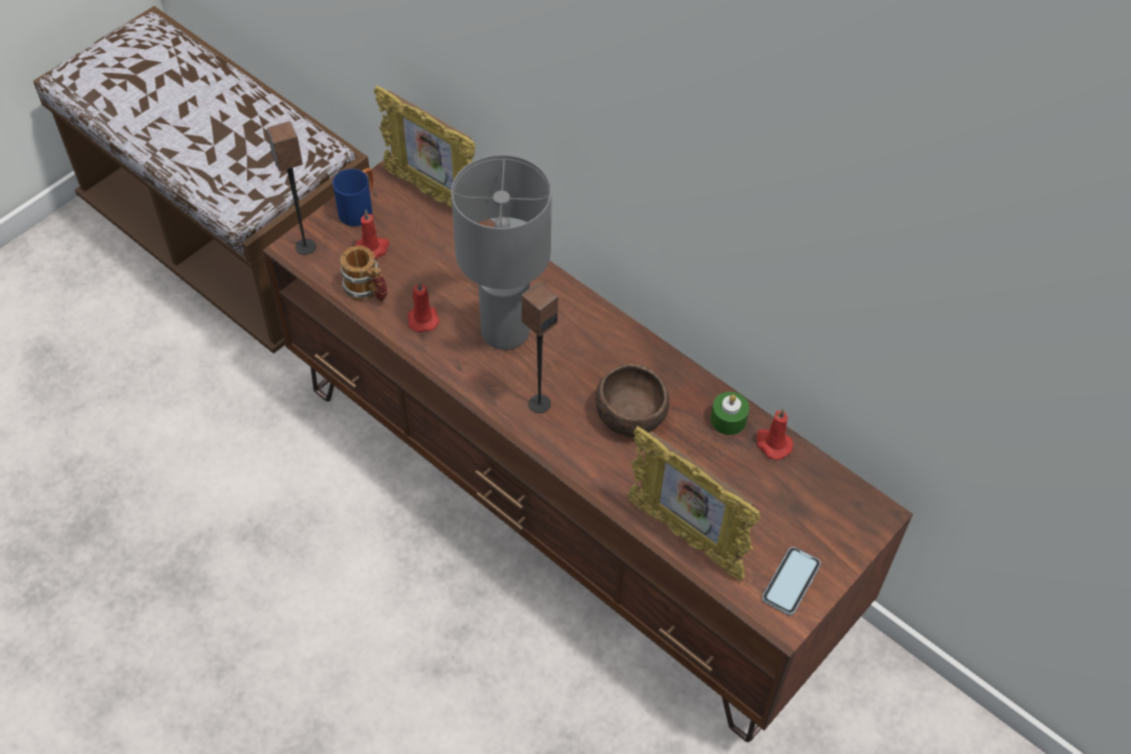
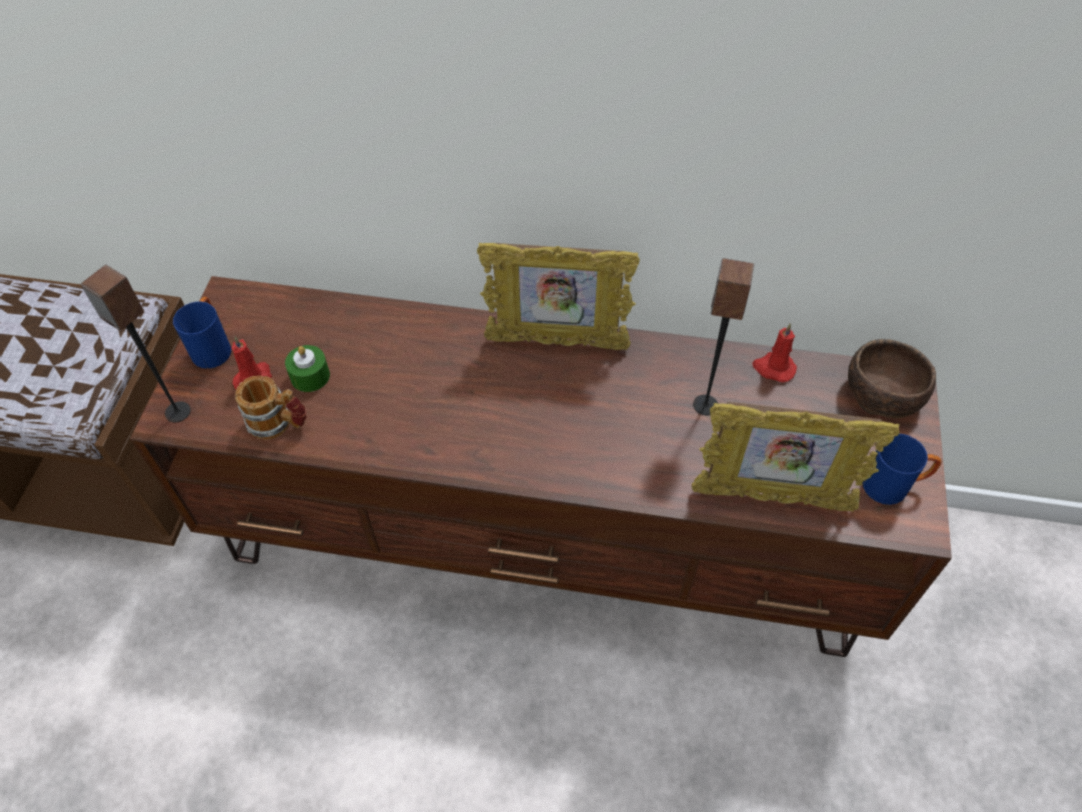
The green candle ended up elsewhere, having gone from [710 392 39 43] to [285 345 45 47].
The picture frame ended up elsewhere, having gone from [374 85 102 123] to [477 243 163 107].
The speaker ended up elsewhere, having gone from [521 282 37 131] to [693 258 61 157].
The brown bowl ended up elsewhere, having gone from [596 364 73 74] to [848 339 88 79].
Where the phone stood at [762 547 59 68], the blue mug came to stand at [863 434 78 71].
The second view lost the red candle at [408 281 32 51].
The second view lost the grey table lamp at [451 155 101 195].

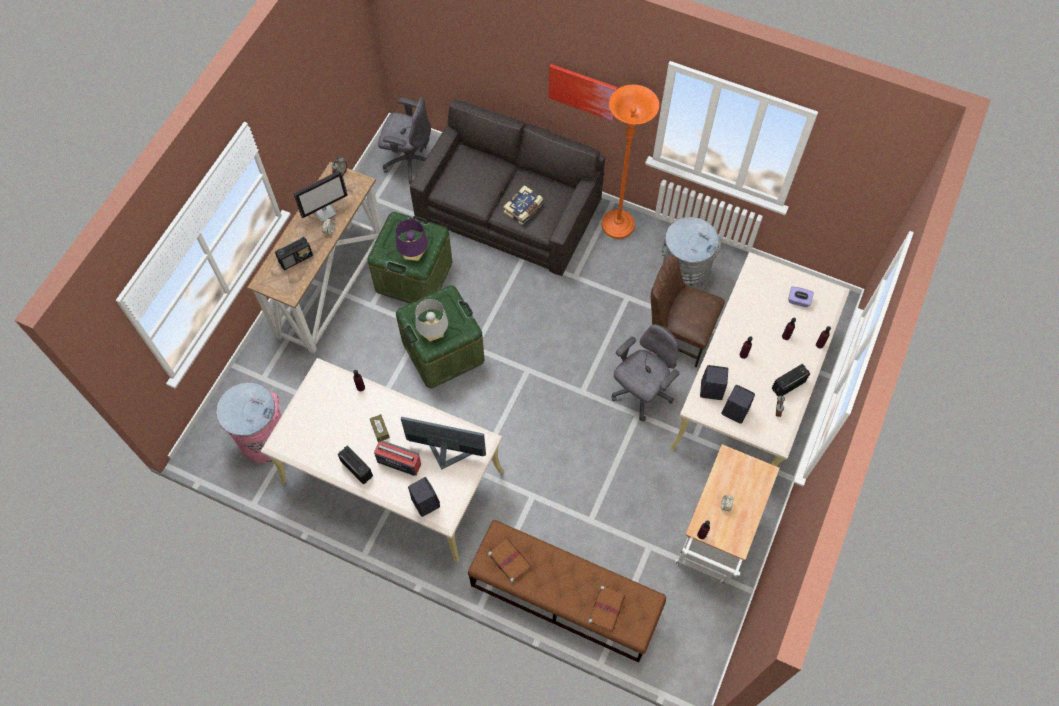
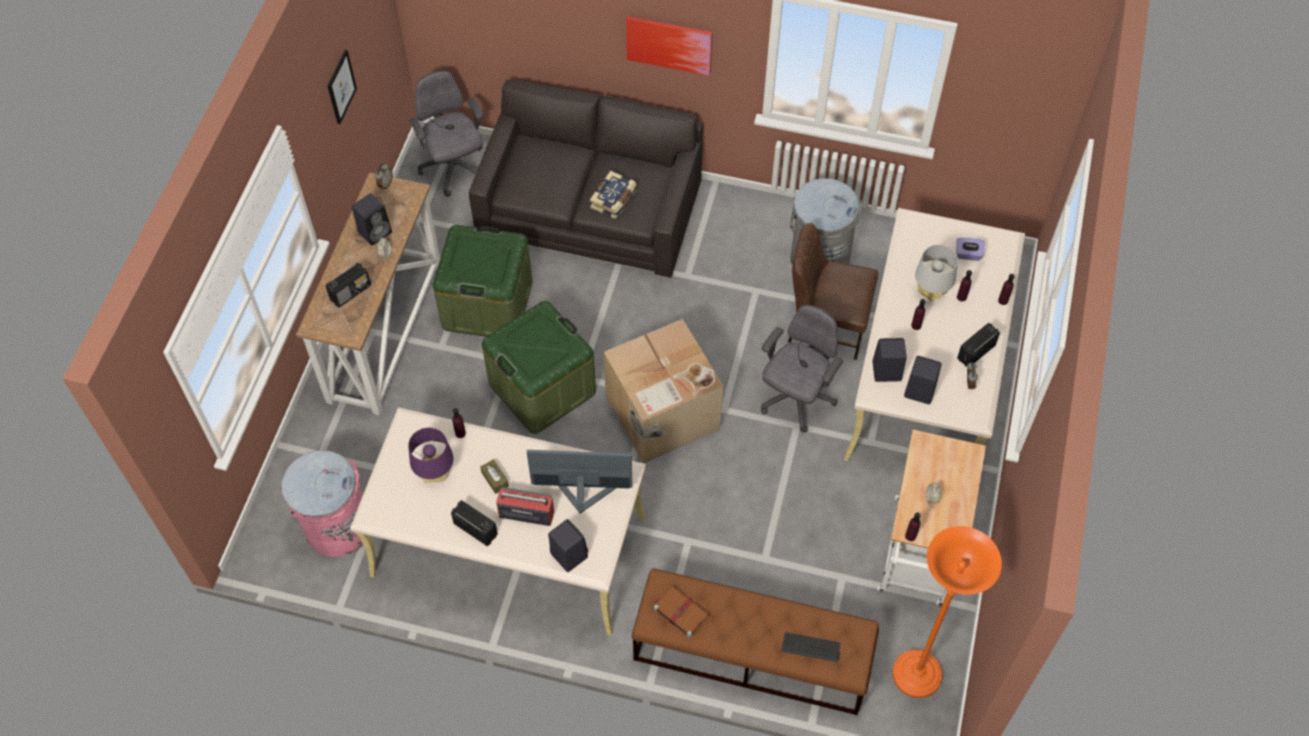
The second view gained the picture at [328 50 29 74].
Where the monitor stood at [294 170 54 52], the black speaker came to stand at [352 193 40 52].
The purple table lamp ended up elsewhere, having gone from [396 219 31 42] to [408 428 46 54].
The grey office chair at [378 97 53 88] ended up facing another way, 120 degrees counterclockwise from before.
The second view gained the cardboard box at [604 319 119 144].
Where the brown book stood at [588 585 38 47], the keyboard came to stand at [781 632 59 30].
The orange floor lamp ended up elsewhere, having gone from [602 85 57 154] to [892 526 110 172].
The grey table lamp ended up elsewhere, having gone from [415 299 33 42] to [915 244 43 57].

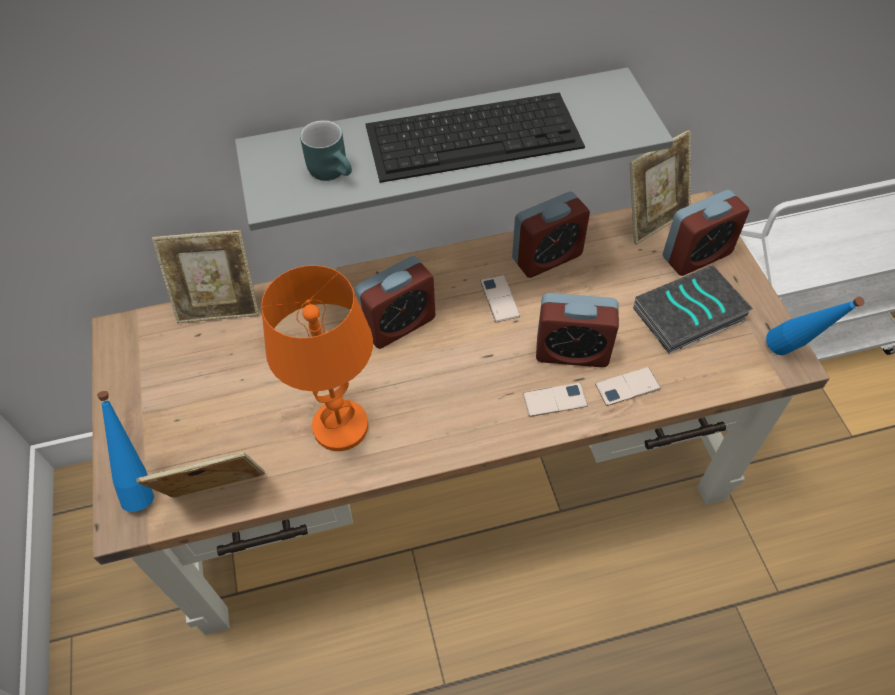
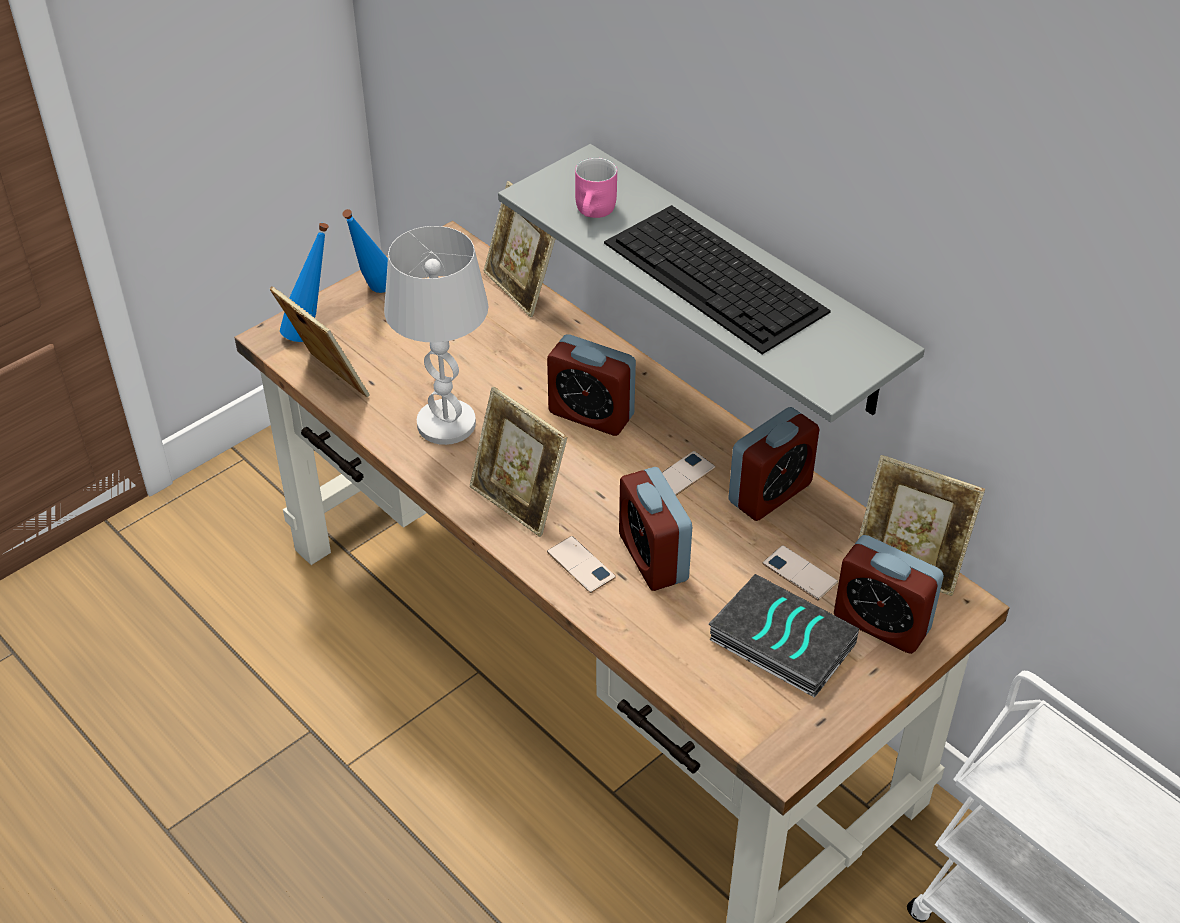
The blue bottle ended up elsewhere, having gone from [766 296 98 59] to [342 209 46 84].
What was the orange table lamp at [261 265 112 186] turned into the white table lamp at [384 226 104 219].
The second view gained the picture frame at [470 387 97 150].
What was the turquoise mug at [300 120 52 61] turned into the pink mug at [575 158 42 60].
The alarm clock at [512 192 78 86] ended up facing another way, 75 degrees counterclockwise from before.
The phone ended up elsewhere, having gone from [595 367 66 39] to [762 545 76 55].

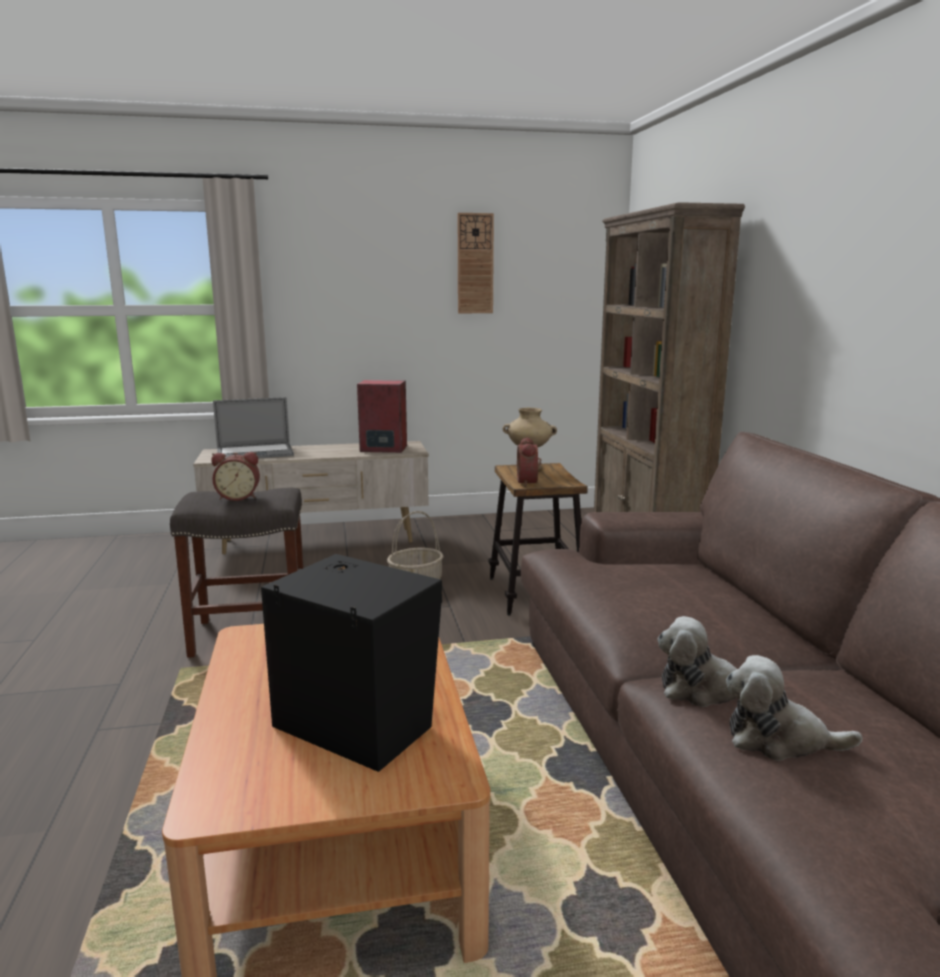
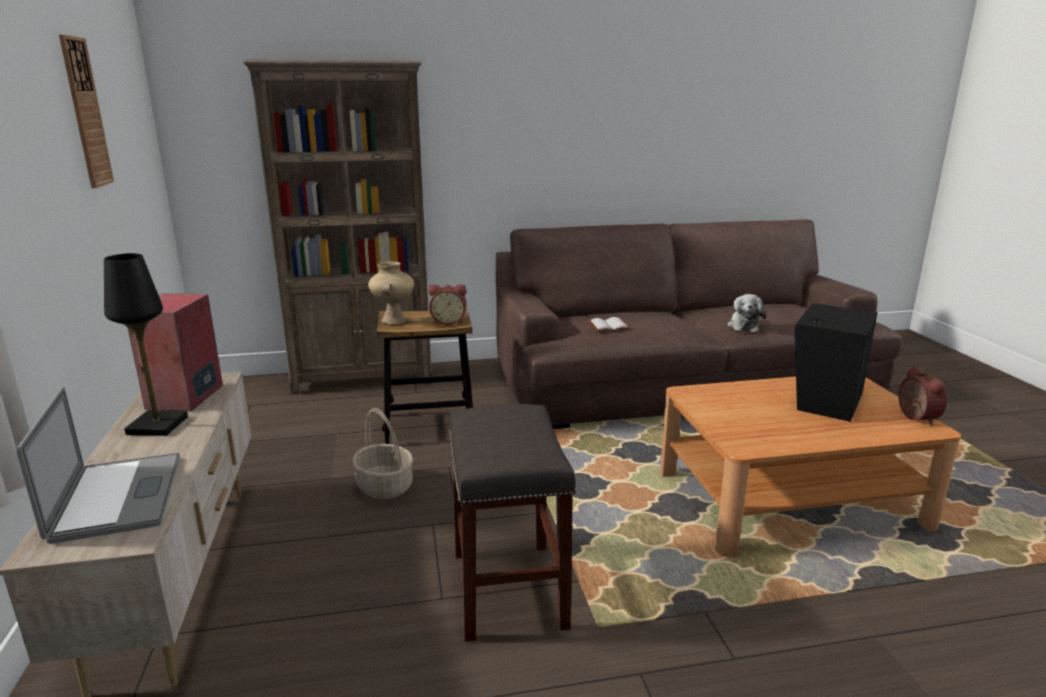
The second view gained the black table lamp at [104 253 84 183].
The second view gained the white book at [589 317 41 15].
The alarm clock ended up elsewhere, having gone from [211 452 49 49] to [898 366 49 59].
The second view lost the plush toy at [726 655 137 106].

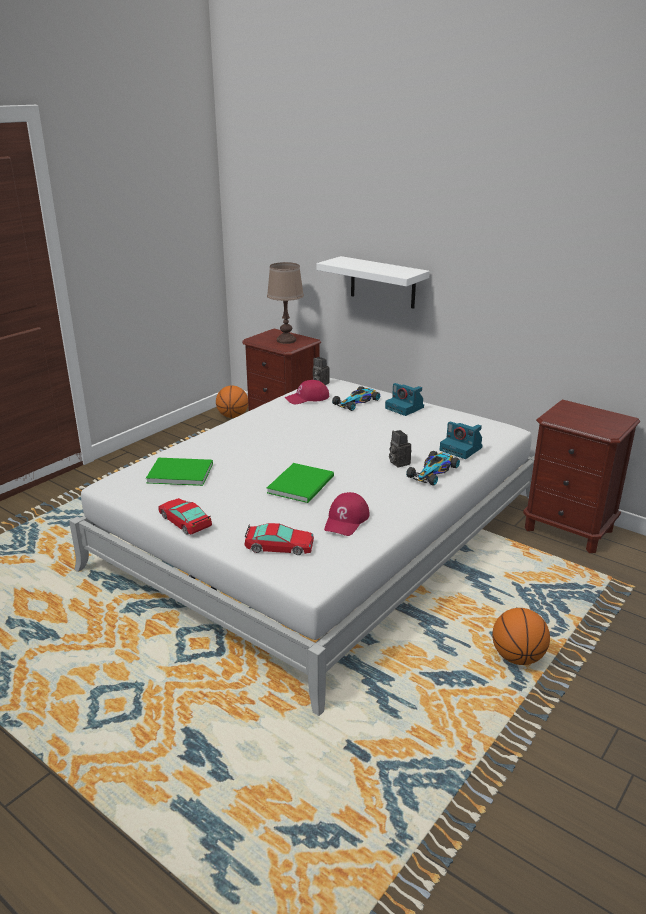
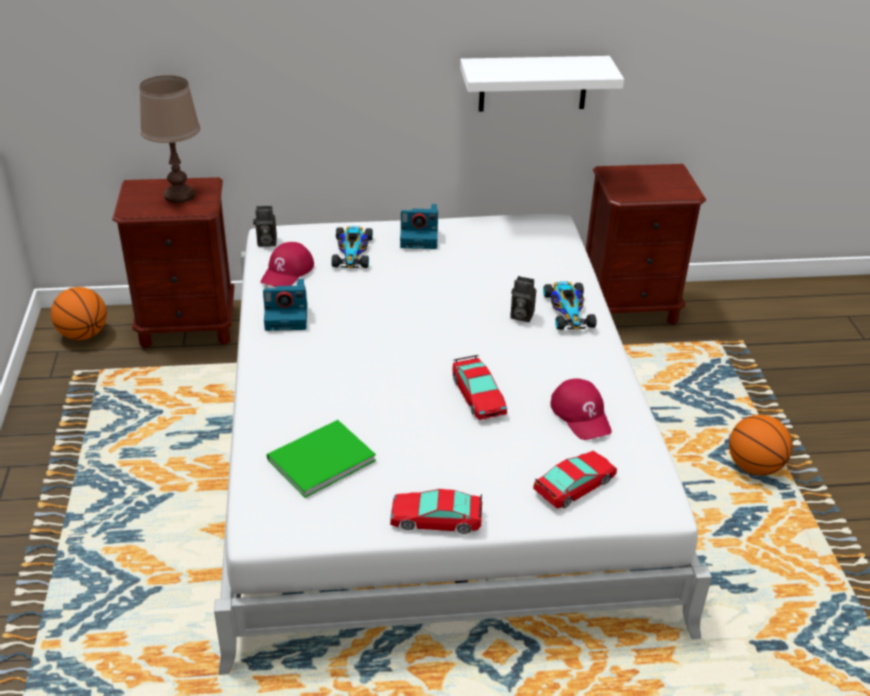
The photo camera ended up elsewhere, having gone from [440 421 43 38] to [263 279 44 52].
Where the green book stood at [267 463 67 40], the toy car came to stand at [453 355 54 65].
The white shelf ended up elsewhere, having gone from [316 256 114 53] to [460 56 164 55].

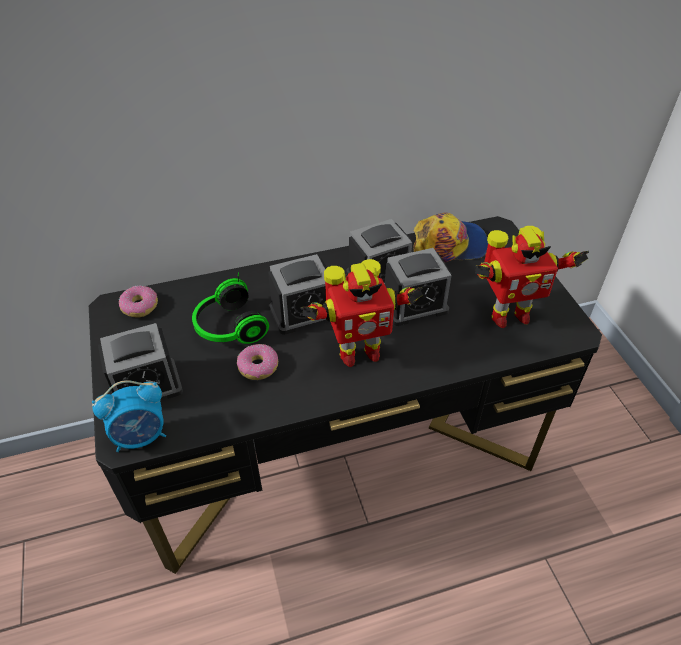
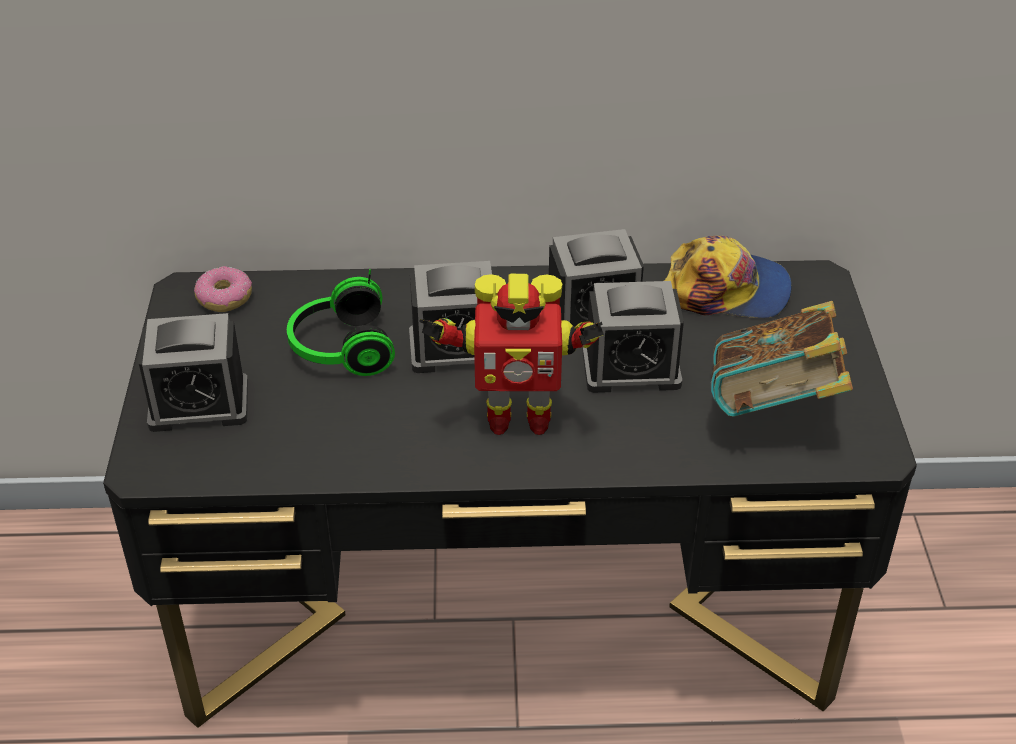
Where the toy robot stood at [475 226 114 102], the book came to stand at [711 301 142 116].
The second view lost the alarm clock at [92 380 74 72].
The second view lost the donut at [237 344 41 36].

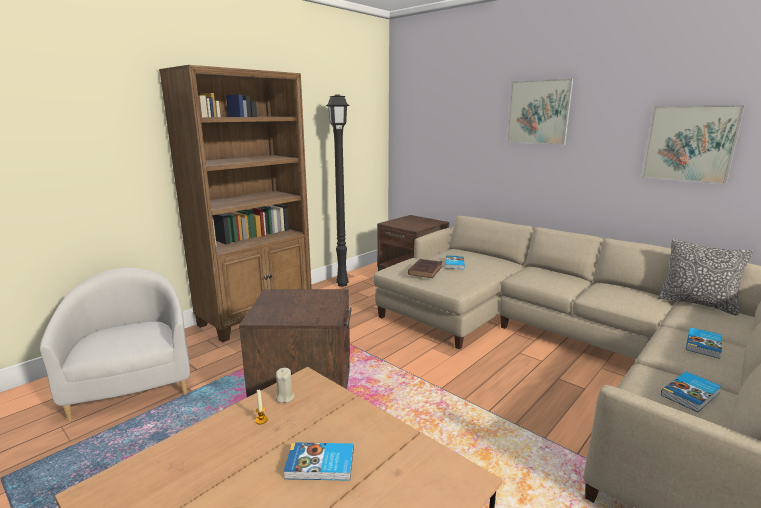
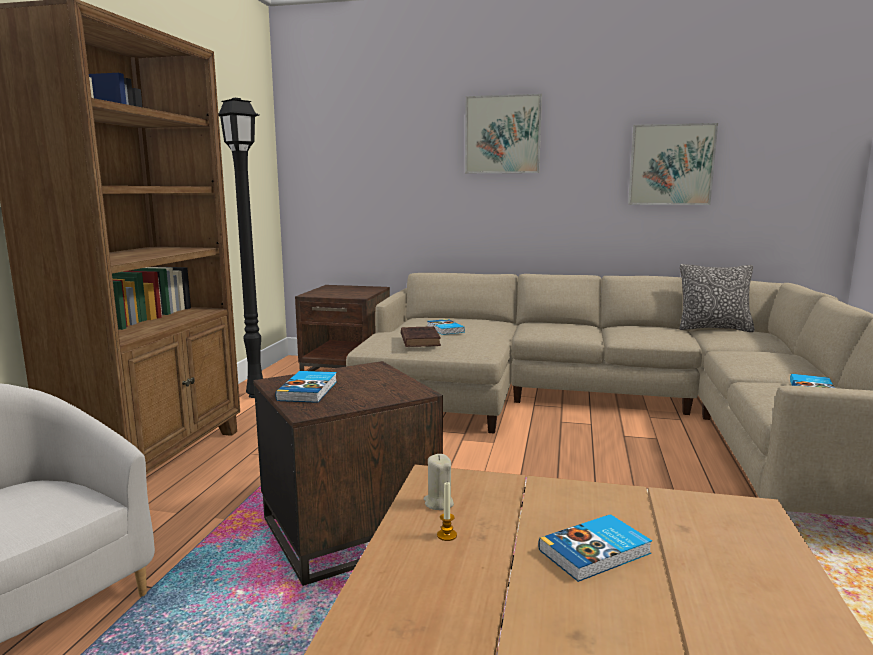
The book ended up elsewhere, having gone from [686 327 36 32] to [275 371 62 32].

